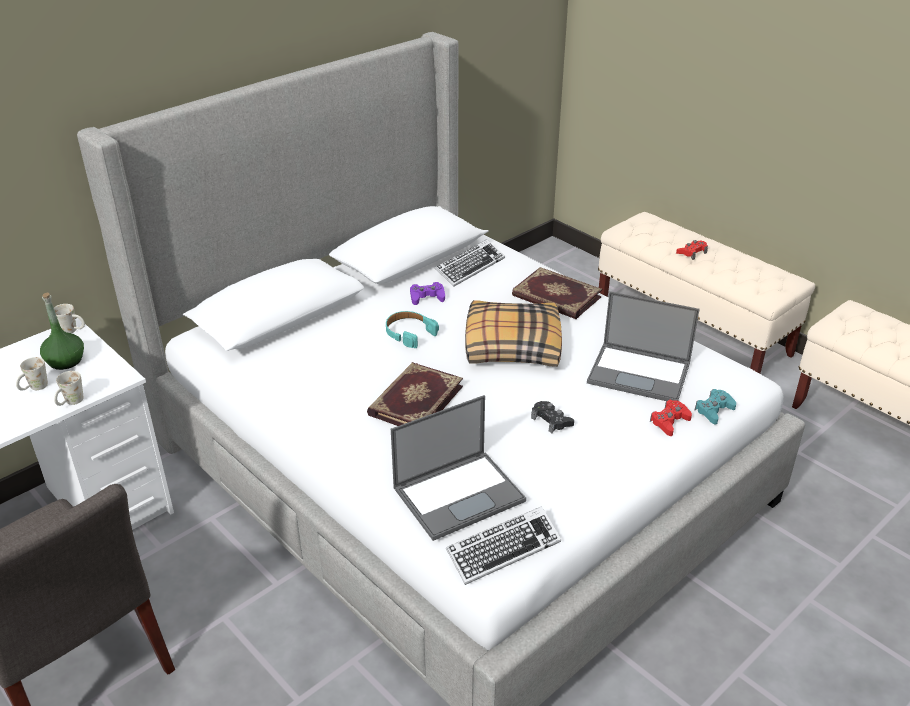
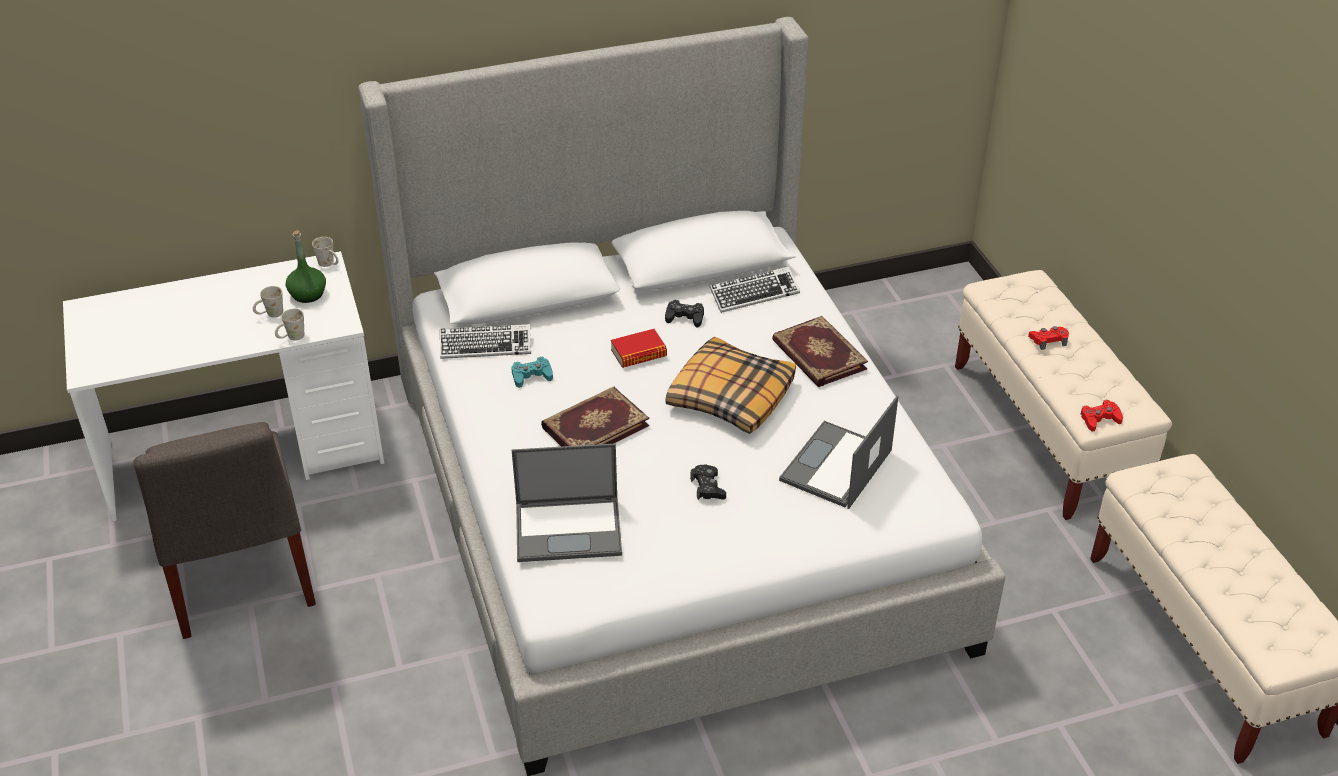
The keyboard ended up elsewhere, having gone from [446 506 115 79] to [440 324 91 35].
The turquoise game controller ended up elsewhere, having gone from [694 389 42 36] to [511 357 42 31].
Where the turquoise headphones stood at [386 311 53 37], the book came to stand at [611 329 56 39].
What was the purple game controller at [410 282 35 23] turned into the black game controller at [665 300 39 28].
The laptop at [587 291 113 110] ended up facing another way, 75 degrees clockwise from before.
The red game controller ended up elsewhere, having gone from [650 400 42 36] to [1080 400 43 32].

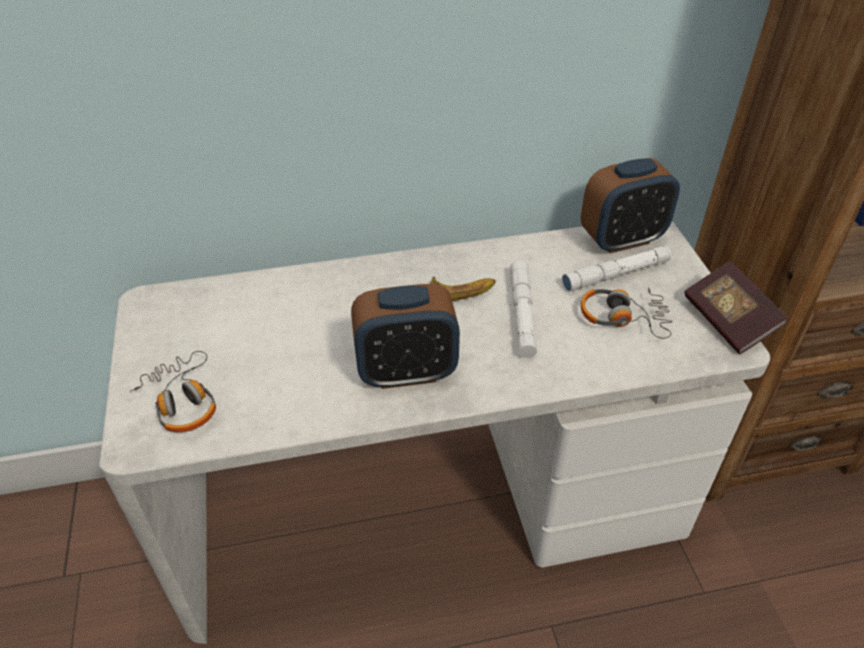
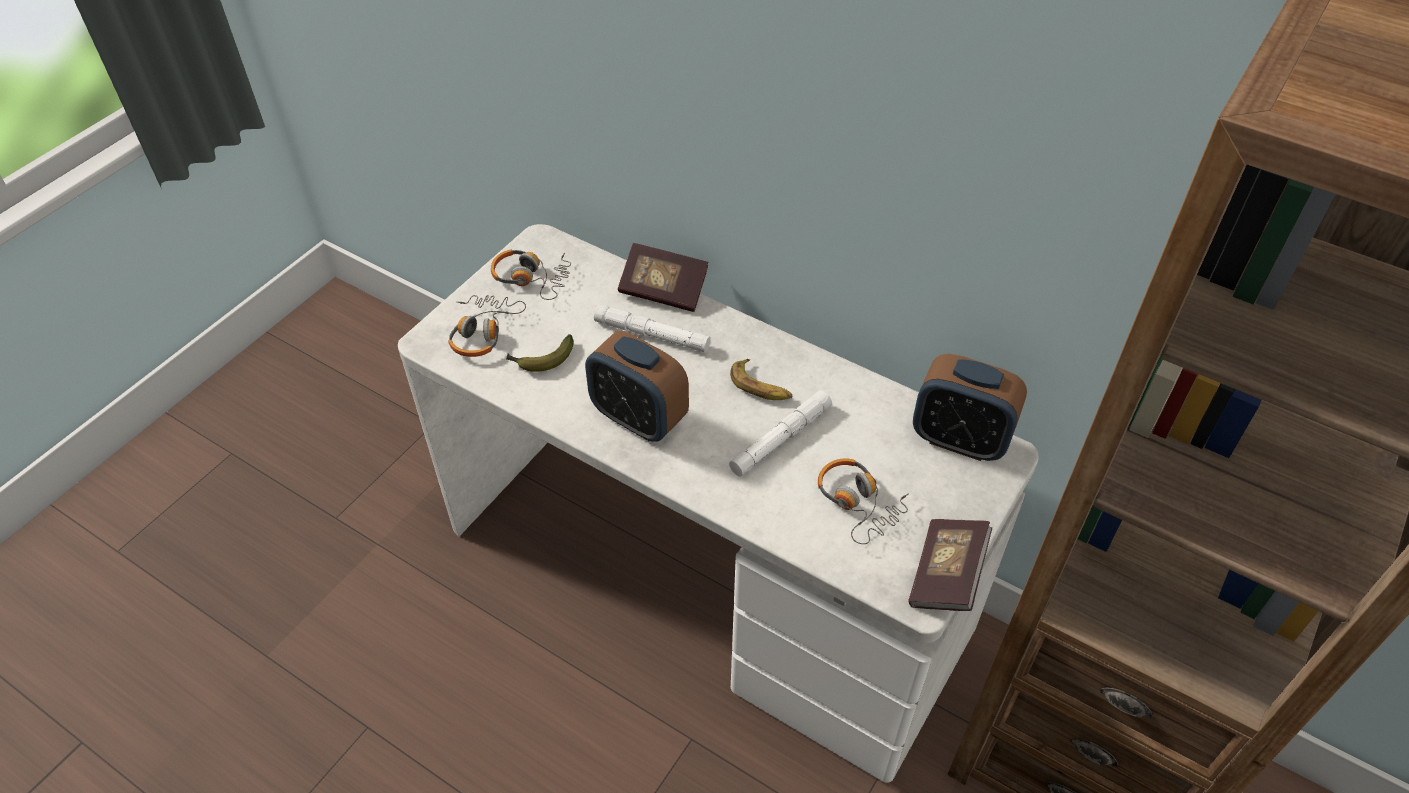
The second view gained the headphones at [491 250 80 50].
The second view gained the banana at [506 334 68 38].
The white flashlight ended up elsewhere, having gone from [562 245 110 47] to [594 304 117 49].
The second view gained the book at [618 243 90 69].

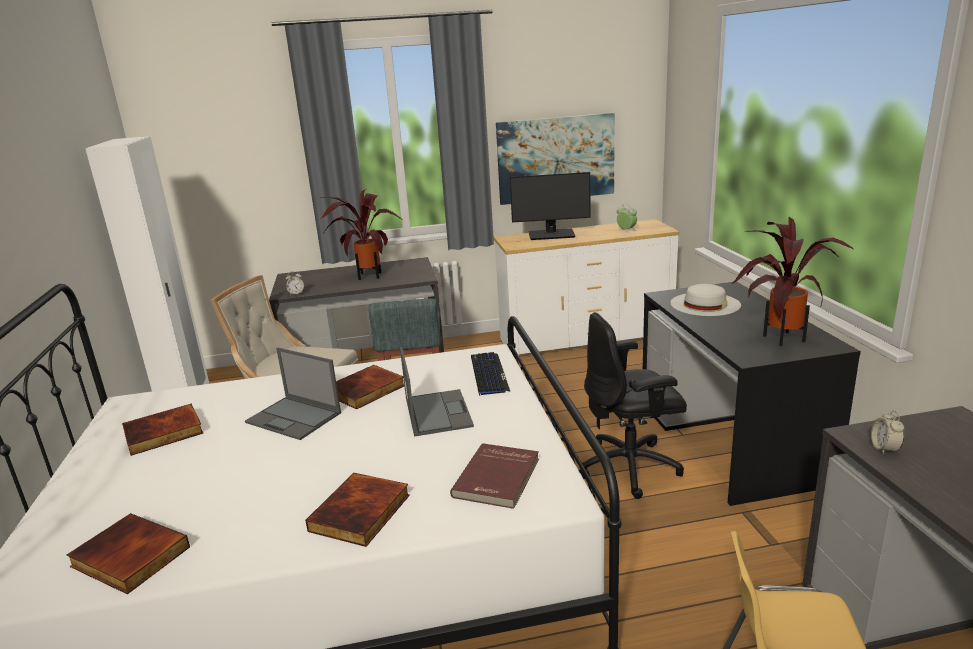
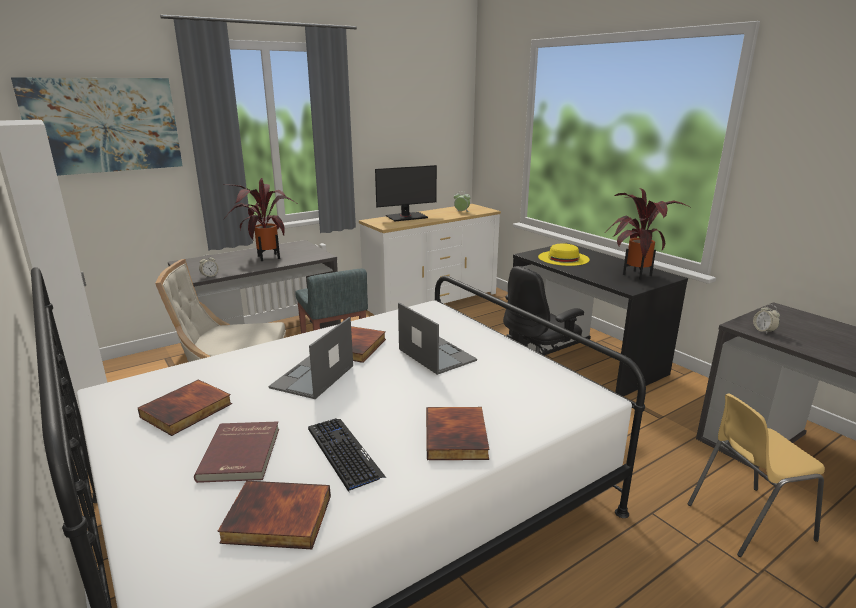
The picture ended up elsewhere, having gone from [496 113 119 92] to [11 78 172 98].
The red book ended up elsewhere, having gone from [450 443 89 66] to [194 421 85 62].
The laptop at [245 347 96 93] ended up facing another way, 105 degrees clockwise from before.
The keyboard ended up elsewhere, having gone from [471 352 40 43] to [308 418 78 74].
What was the white hat at [670 284 71 32] turned into the yellow hat at [538 243 52 23].

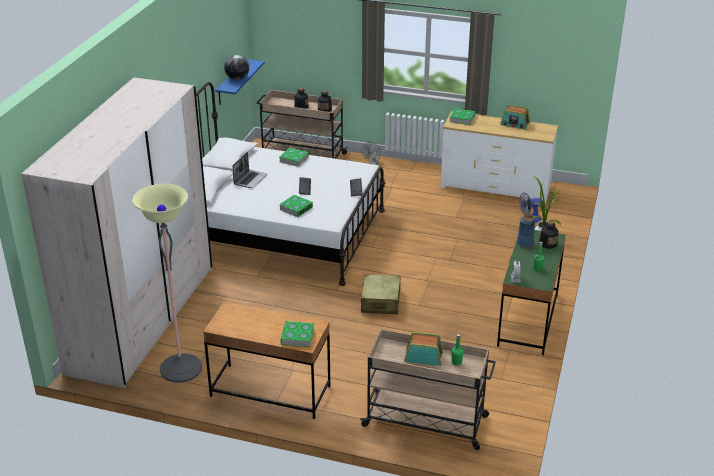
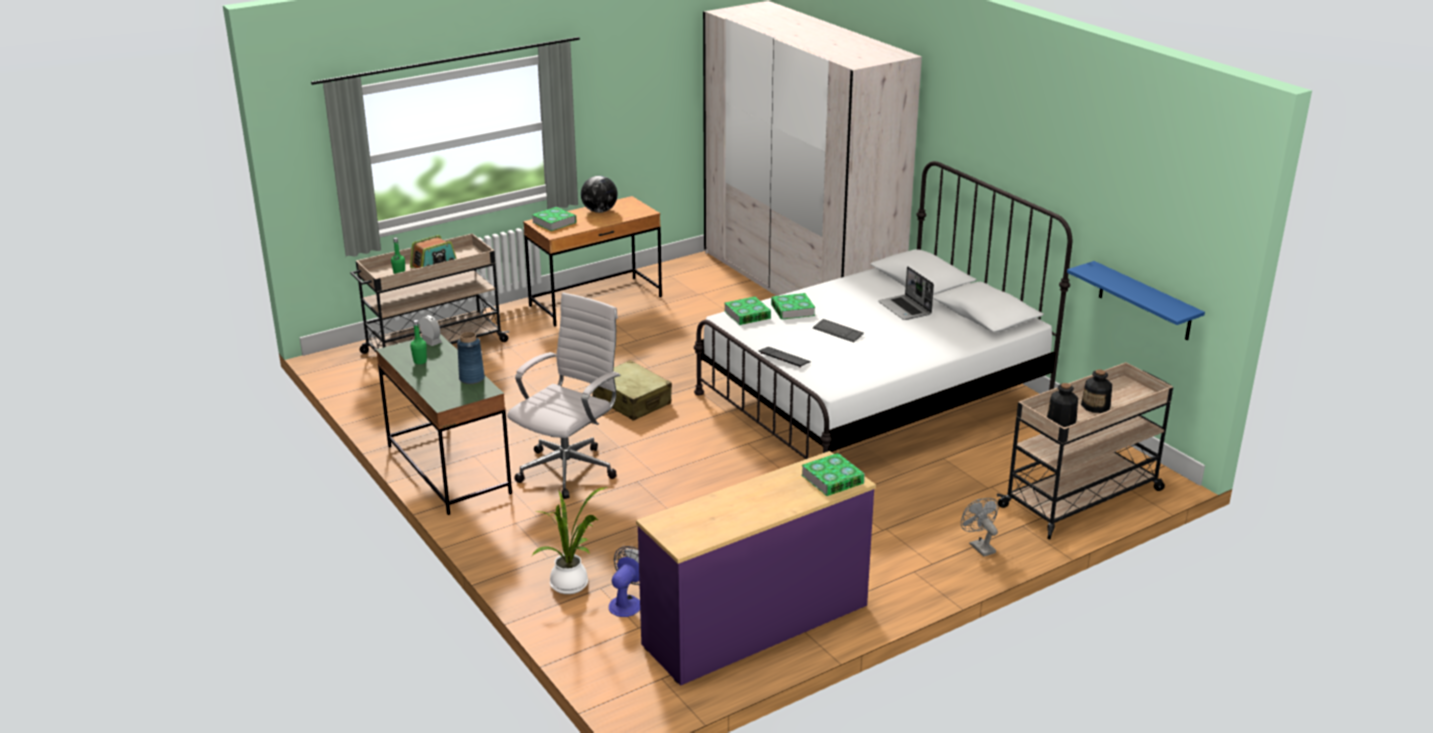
The second view gained the white office chair at [507 293 113 206].
The globe ended up elsewhere, having gone from [224 55 25 25] to [581 176 37 37].
What was the white dresser at [441 111 117 93] turned into the purple dresser at [636 451 240 235].
The book ended up elsewhere, having gone from [280 148 29 19] to [724 296 47 29].
The second view lost the floor lamp at [132 184 70 199].
The second view lost the radio at [500 105 30 25].
The second view lost the bottle at [539 221 19 28].

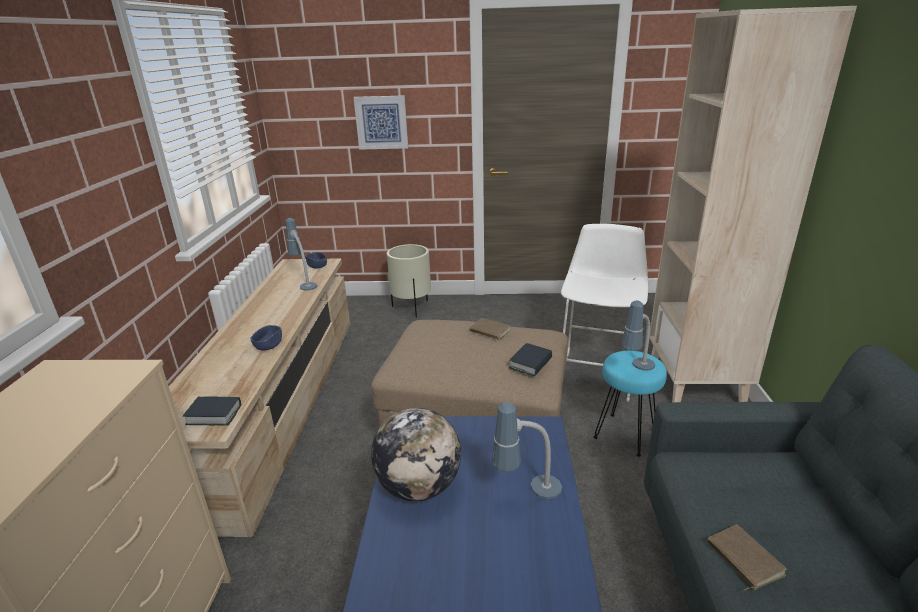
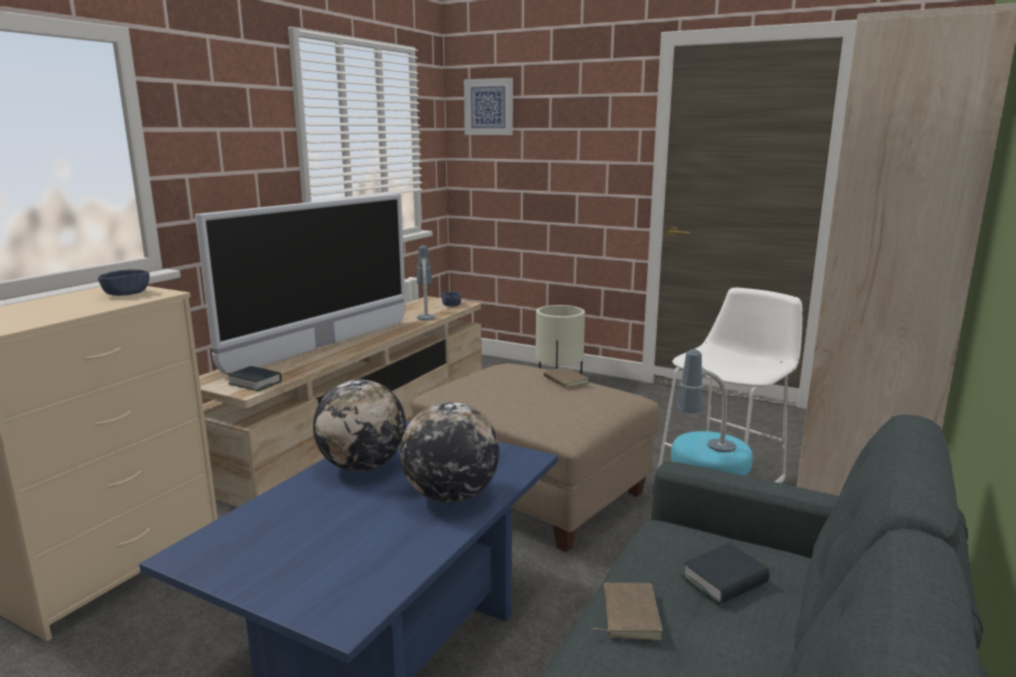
The blue bowl ended up elsewhere, having gone from [250 325 32 25] to [98 269 52 27].
The second view gained the television at [195 194 211 180].
Where the table lamp stood at [492 402 70 97], the globe came to stand at [400 402 99 101].
The picture ended up elsewhere, having gone from [354 95 54 55] to [464 78 49 57].
The book ended up elsewhere, having gone from [509 343 43 34] to [681 543 89 62].

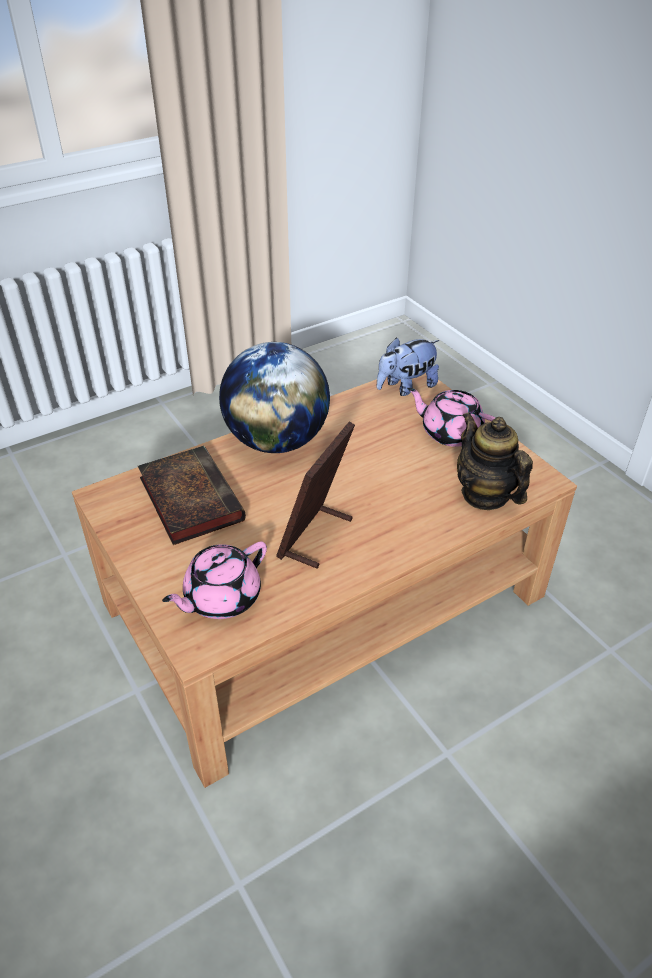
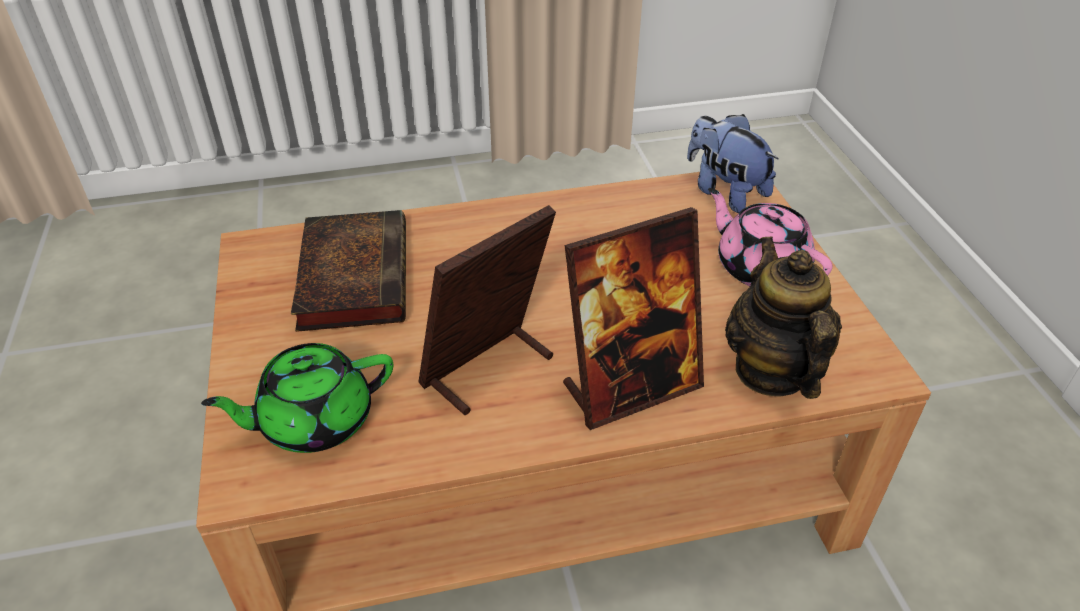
What was the pink teapot at [162 541 105 78] turned into the green teapot at [201 343 192 110].
The second view gained the picture frame at [563 207 141 223].
The plush toy at [377 337 62 59] ended up facing another way, 60 degrees clockwise from before.
The second view lost the globe at [219 342 111 111].

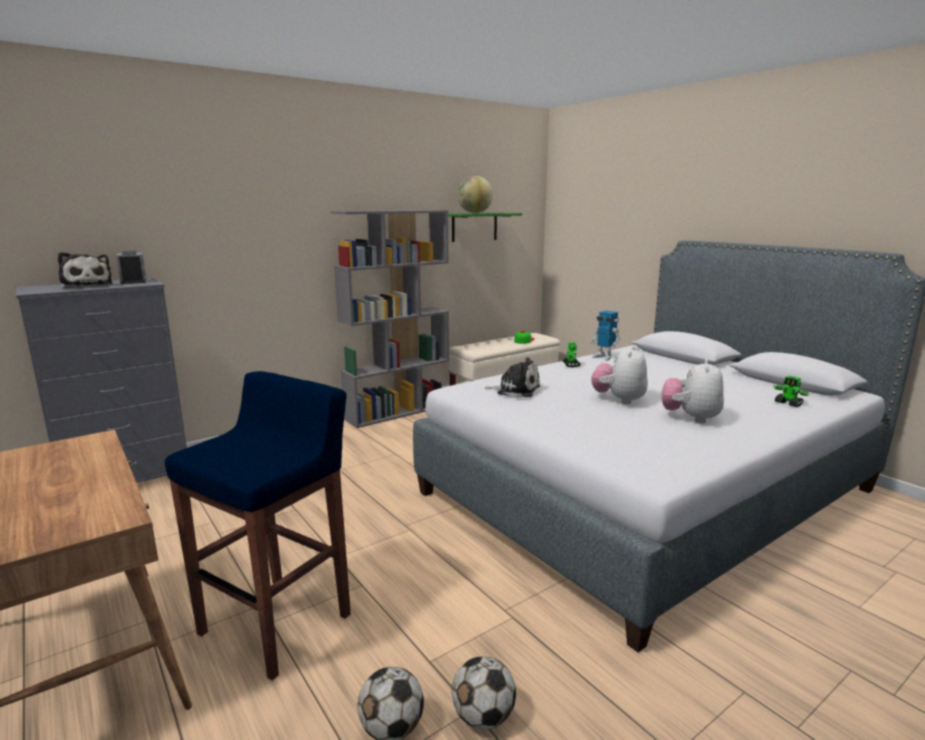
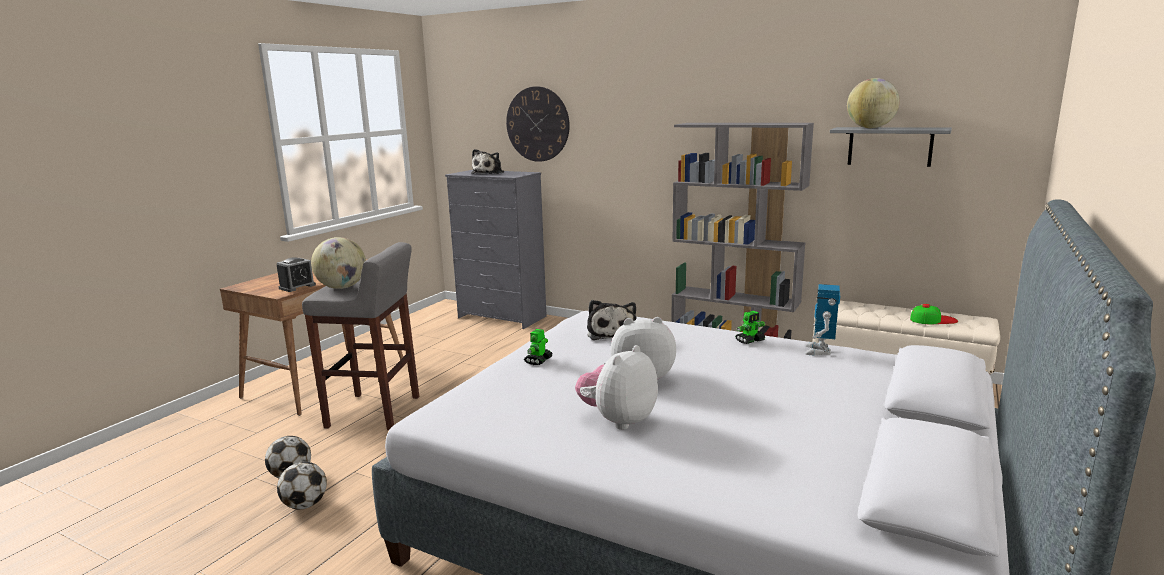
The alarm clock ended up elsewhere, having gone from [116 251 30 33] to [277 257 39 35].
What was the blue stool at [165 371 186 309] turned into the grey stool at [302 242 117 188].
The second view gained the globe at [311 237 55 52].
The second view gained the wall clock at [506 86 64 76].
The toy robot ended up elsewhere, having gone from [773 376 36 31] to [524 329 28 36].
The plush toy at [661 359 63 64] ended up facing another way, 45 degrees counterclockwise from before.
What was the green shelf at [448 213 75 29] turned into the grey shelf at [830 127 122 40].

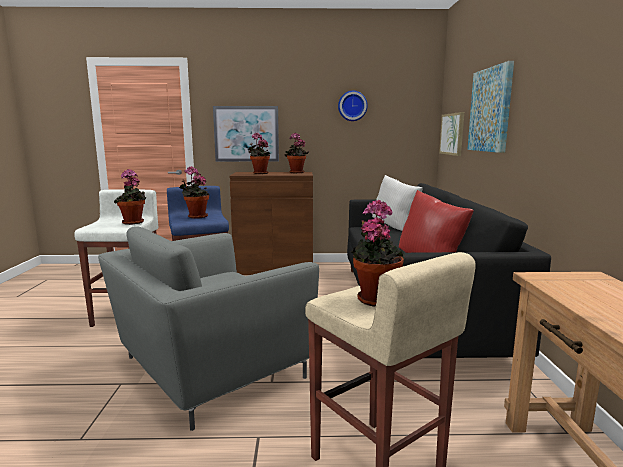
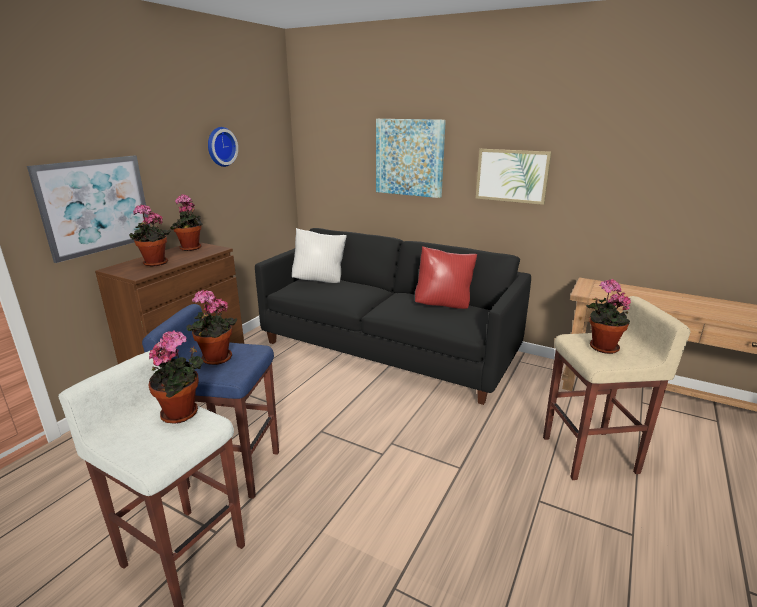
The picture ended up elsewhere, having gone from [439 112 25 44] to [476 149 76 56].
The second view lost the grey armchair at [98 226 221 205].

